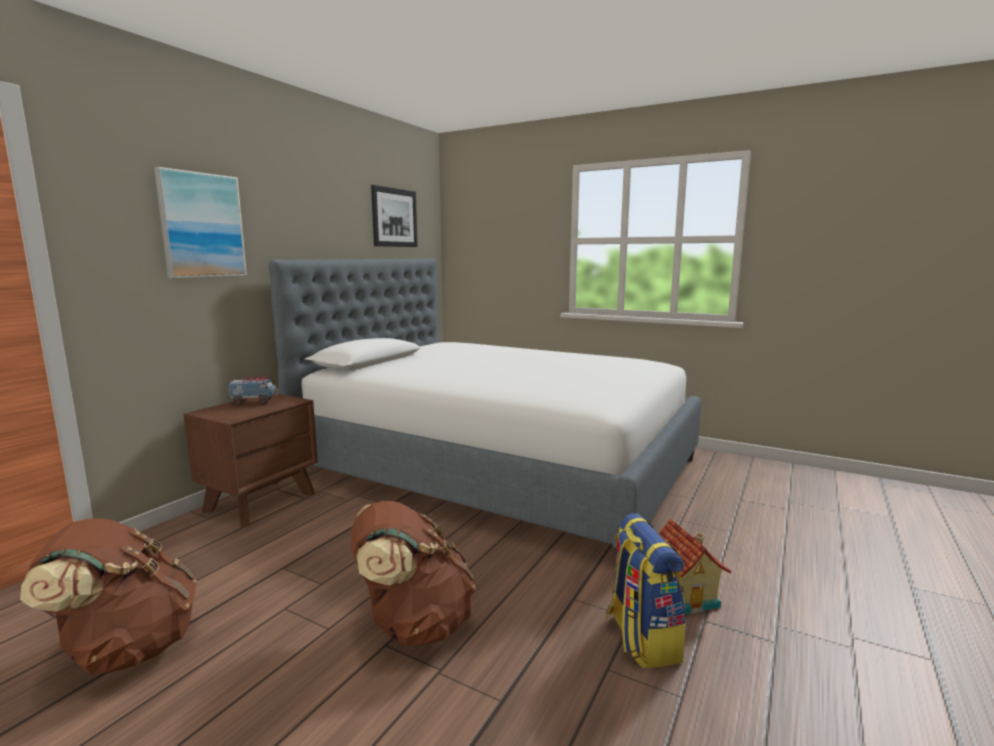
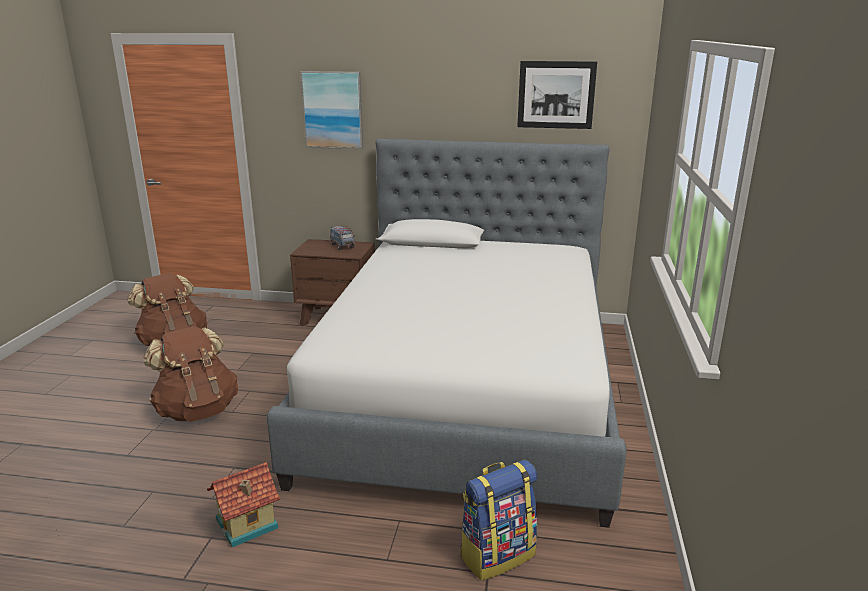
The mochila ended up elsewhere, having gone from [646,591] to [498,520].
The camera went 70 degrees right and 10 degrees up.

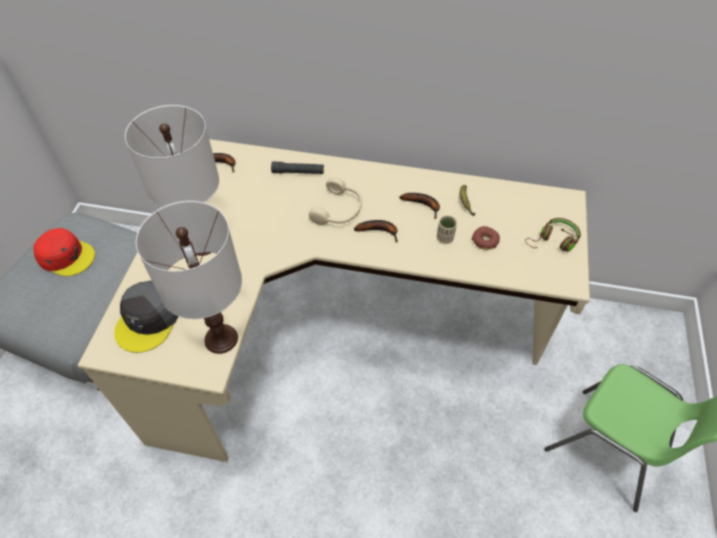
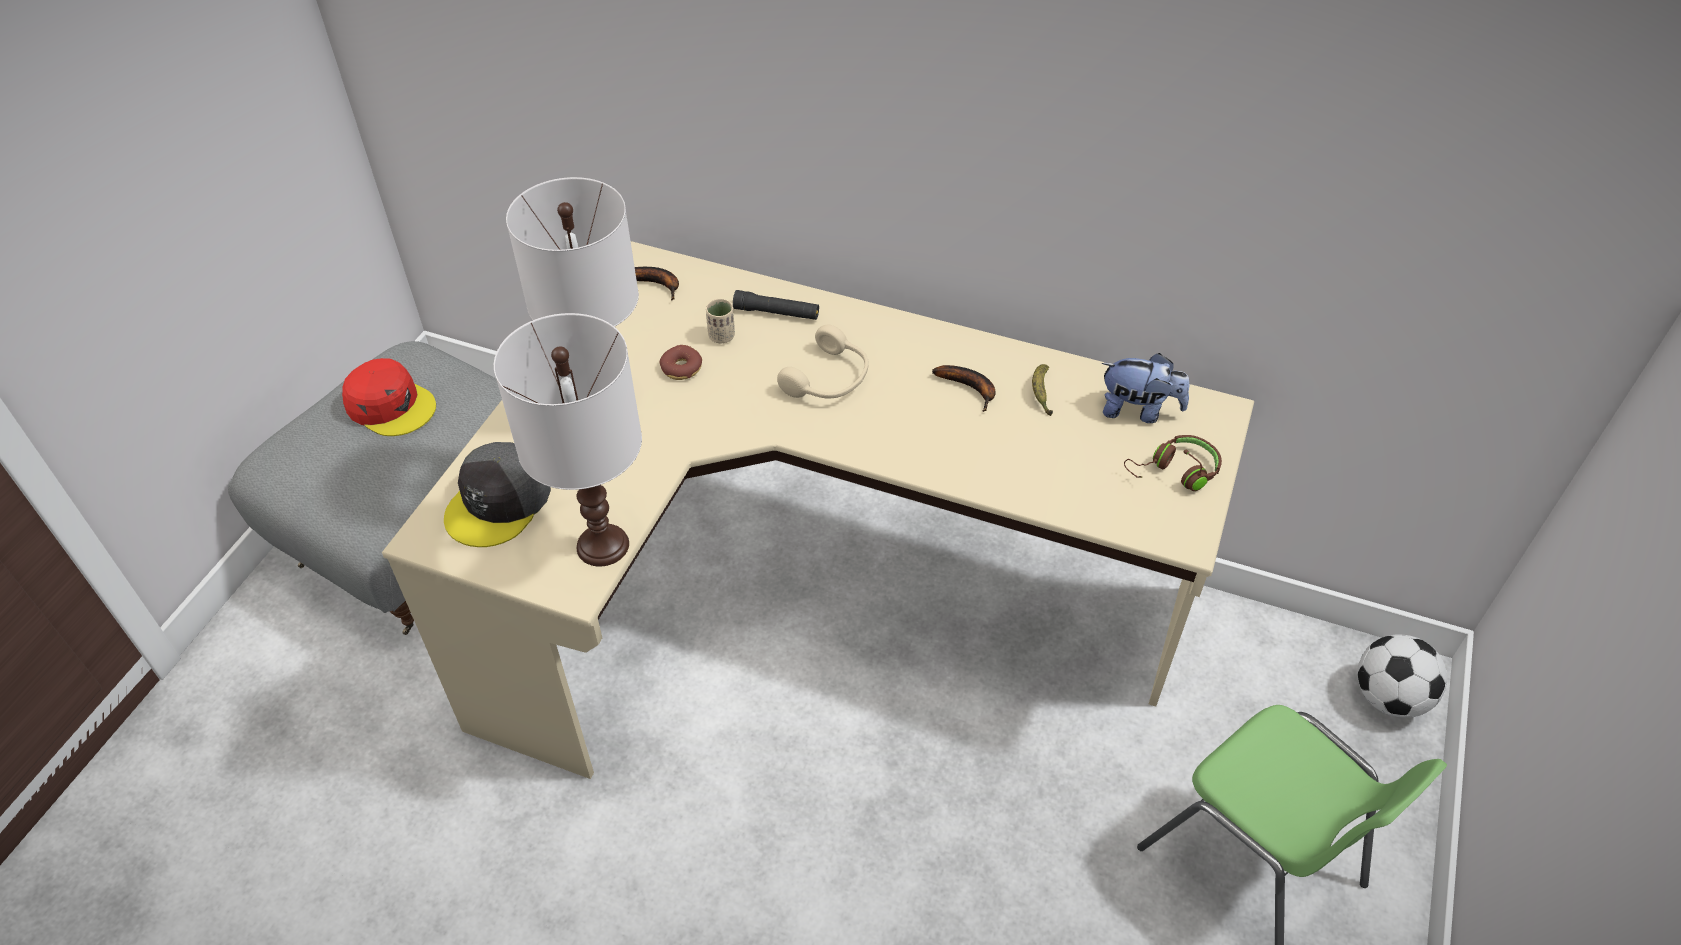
The rosquilla ended up elsewhere, having gone from [486,238] to [681,362].
The taza/beis ended up elsewhere, having gone from [447,229] to [720,321].
The second view gained the peluche at [1146,388].
The second view gained the balón de fútbol at [1402,676].
The second view lost the plátano at [376,231].
The camera went 10 degrees right and 5 degrees down.

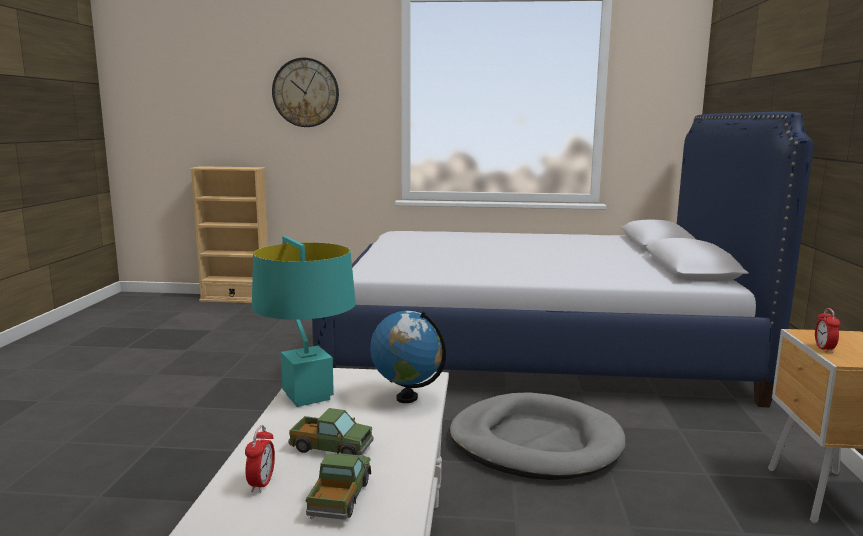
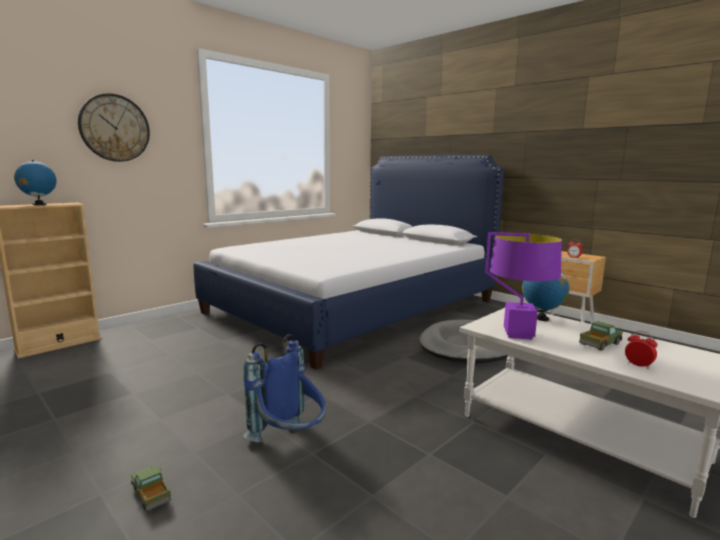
The second view gained the globo terráqueo at [35,182].
The camión de juguete ended up elsewhere, having gone from [338,487] to [151,488].
The second view gained the mochila/azul at [284,388].
What was the lámpara de mesa/turquesa at [304,321] turned into the lámpara de mesa/morado at [523,286].
The camera went 50 degrees left and 0 degrees up.

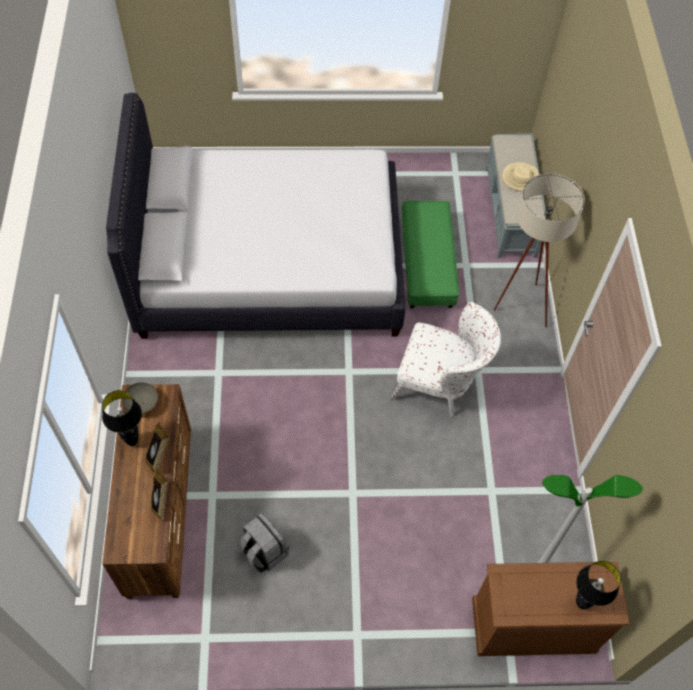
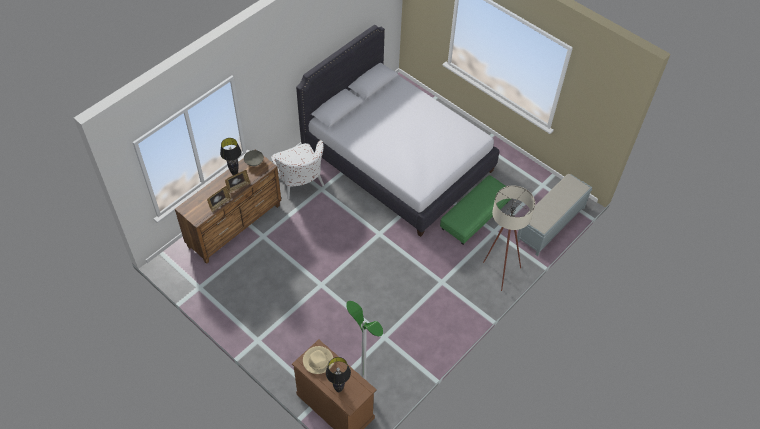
The sillón/blanco ended up elsewhere, having gone from [445,359] to [297,169].
The sombrero/beis ended up elsewhere, having gone from [520,176] to [318,360].
The second view lost the mochila/gris at [263,543].
The camera went 45 degrees right and 5 degrees down.

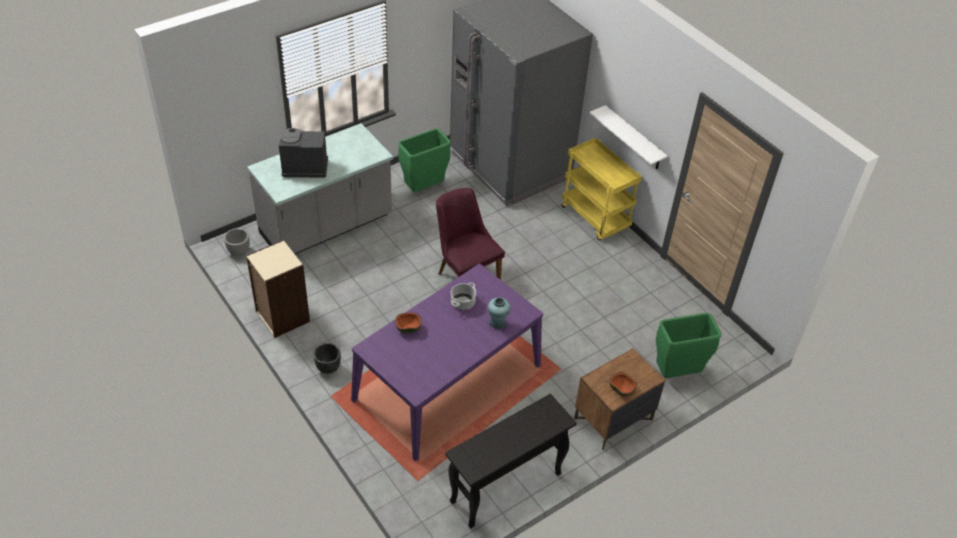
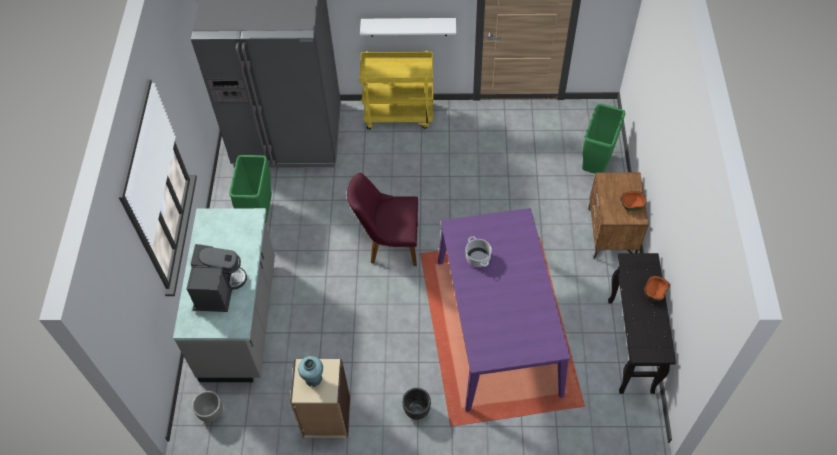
The cafetera at [303,153] ended up facing another way, 150 degrees clockwise from before.
The florero/turquesa ended up elsewhere, having gone from [499,313] to [310,371].
The cuenco ended up elsewhere, having gone from [408,323] to [657,288].
The camera went 50 degrees left and 10 degrees up.

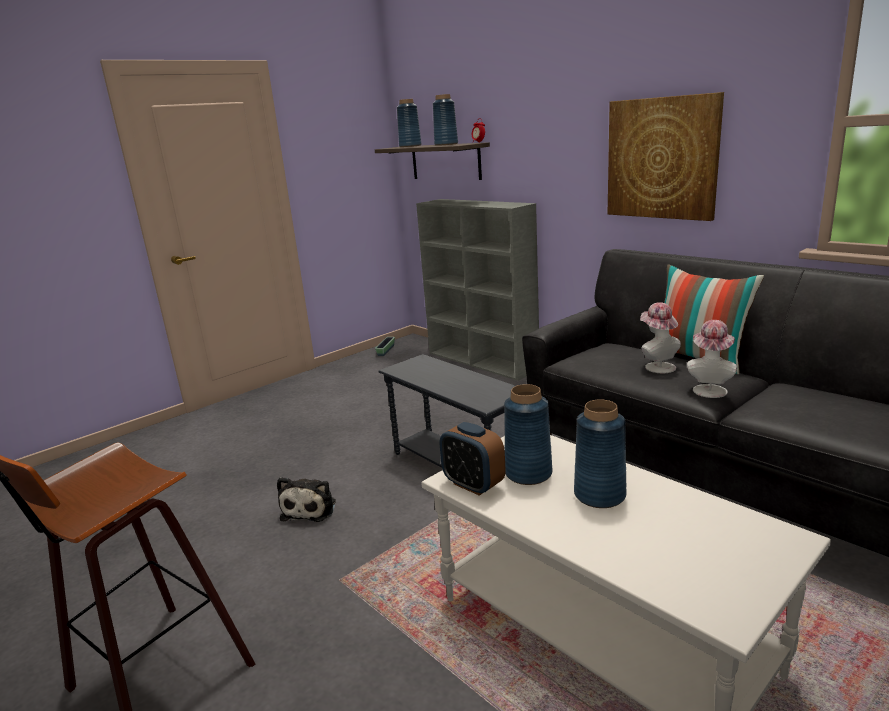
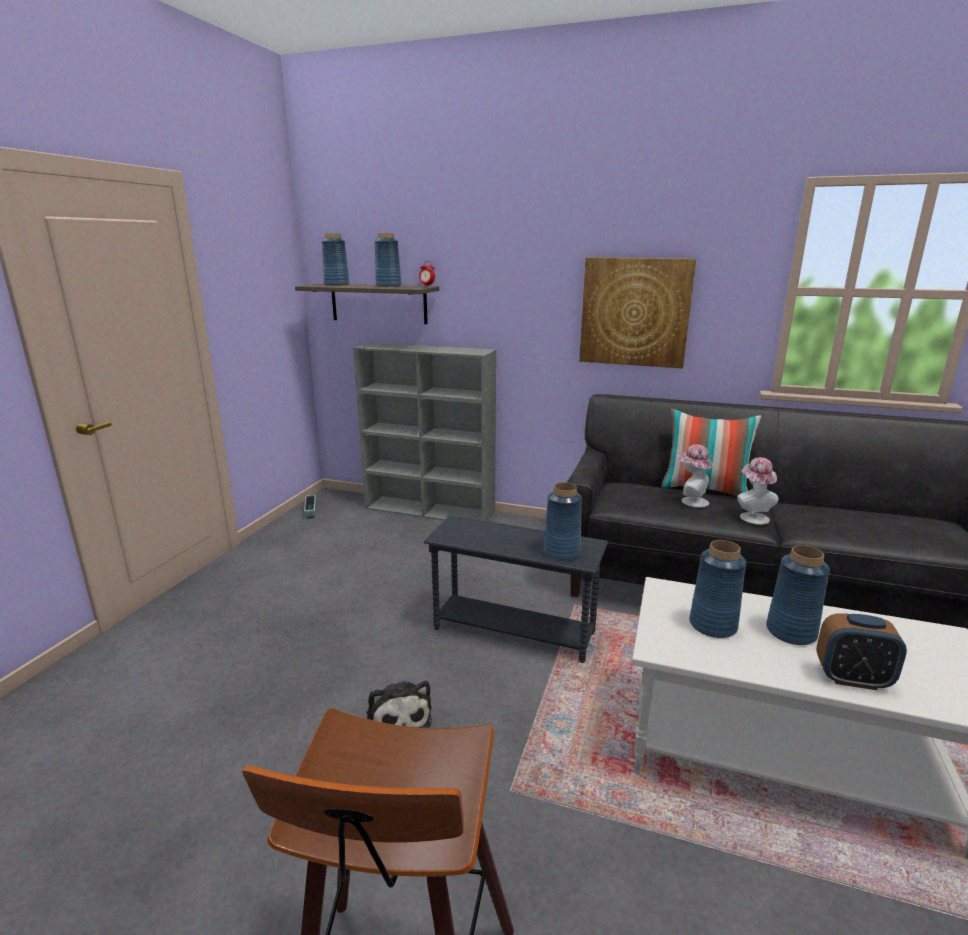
The second view gained the florero/azul at [563,521].
The despertador ended up elsewhere, having gone from [473,459] to [861,652].
The camera went 30 degrees left and 0 degrees up.

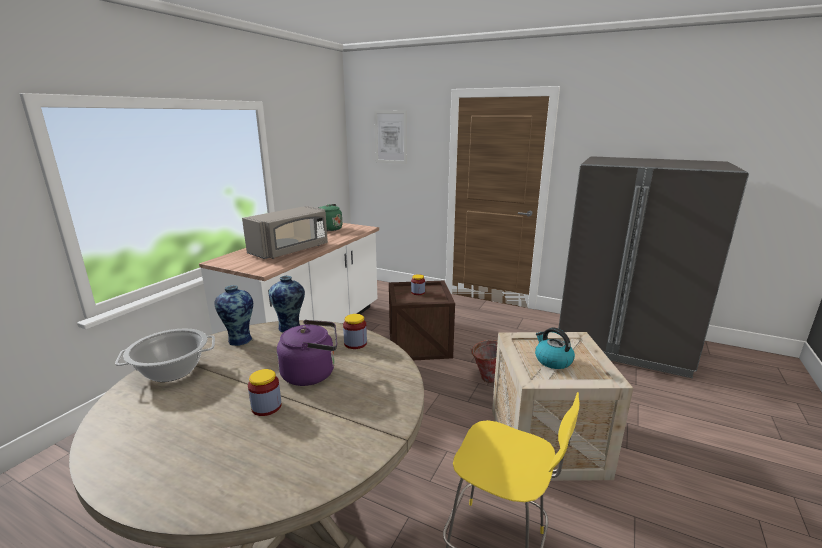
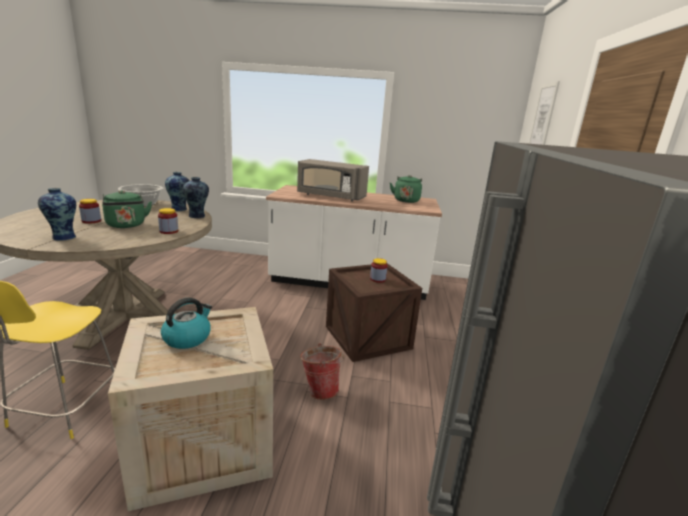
The second view gained the florero at [57,214].
What was the hervidor/morado at [307,353] turned into the hervidor/verde at [127,209].
The camera went 70 degrees right and 0 degrees up.

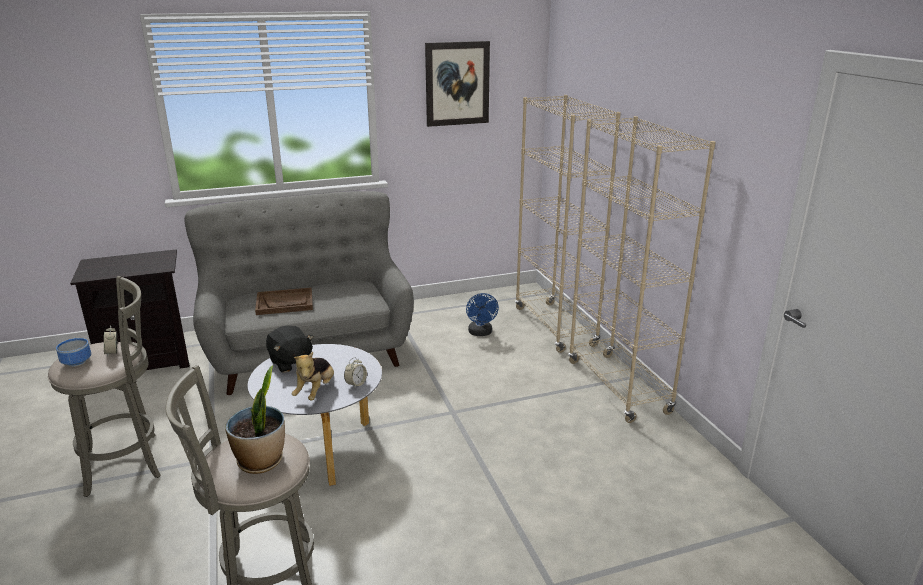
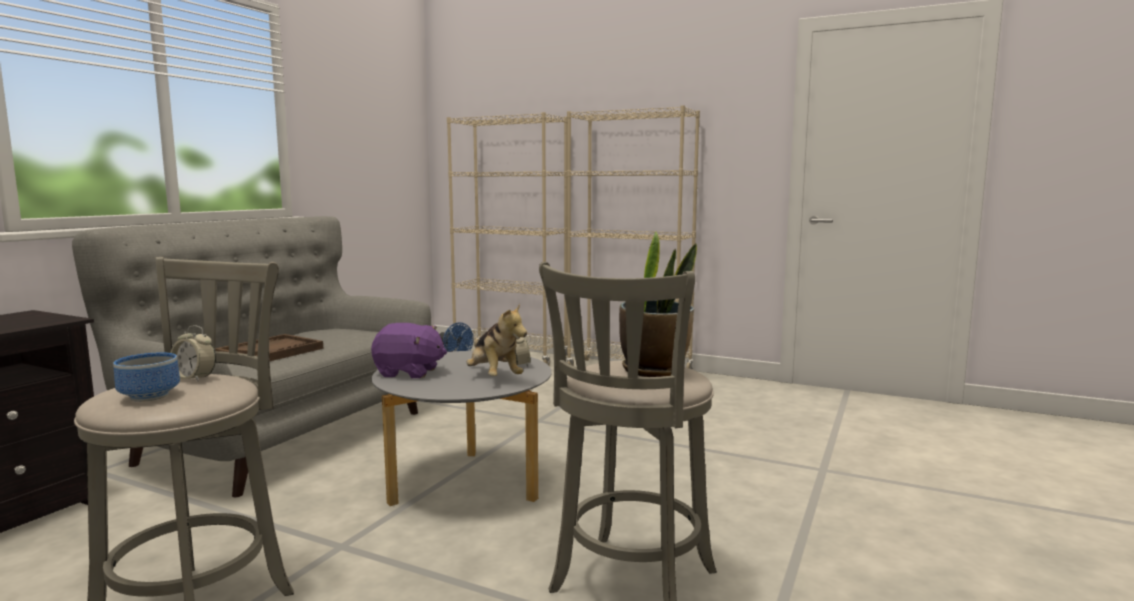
What was the peluche/negro at [290,349] turned into the peluche/morado at [409,350].
The second view lost the cuadro at [457,84].
The camera went 45 degrees left and 15 degrees down.

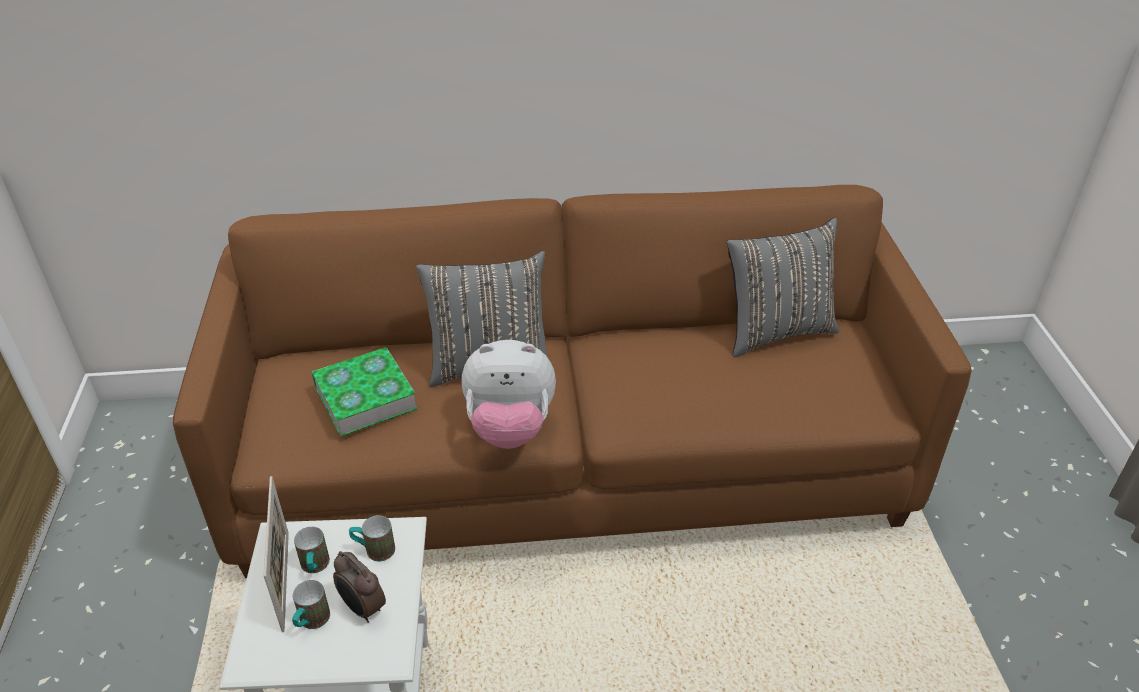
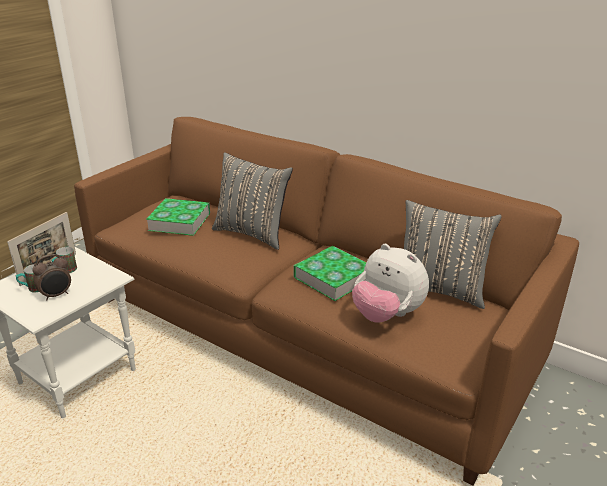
The despertador at [359,587] ended up facing another way, 120 degrees counterclockwise from before.
The second view gained the libro at [330,273].
The peluche ended up elsewhere, having gone from [509,394] to [390,283].
The second view lost the taza grande at [372,538].
The camera went 40 degrees right and 10 degrees down.

